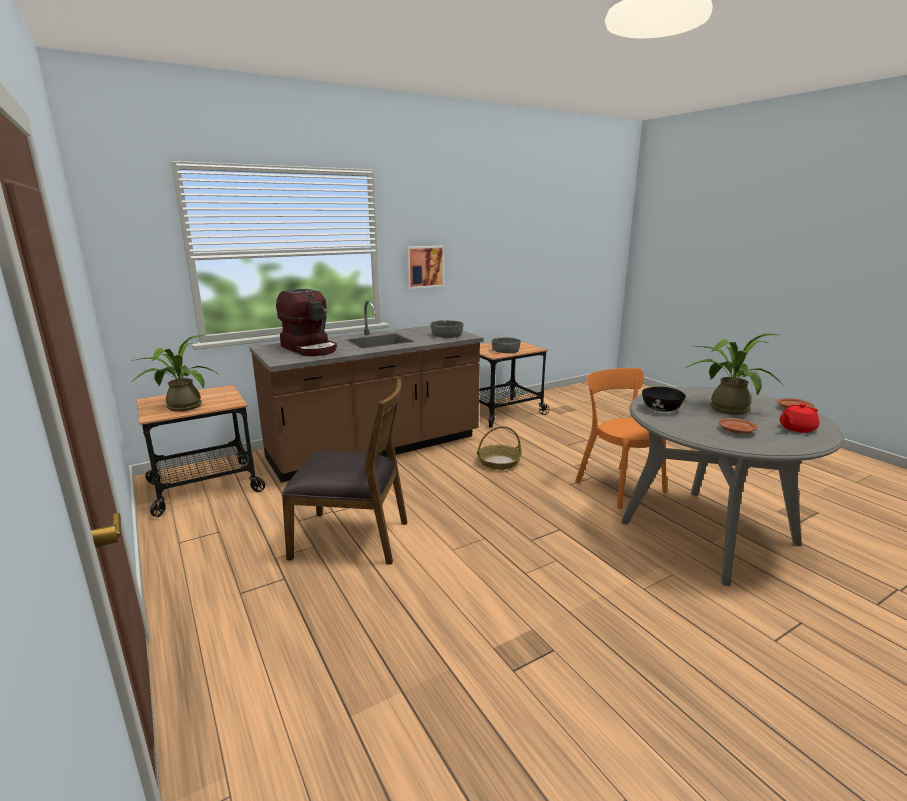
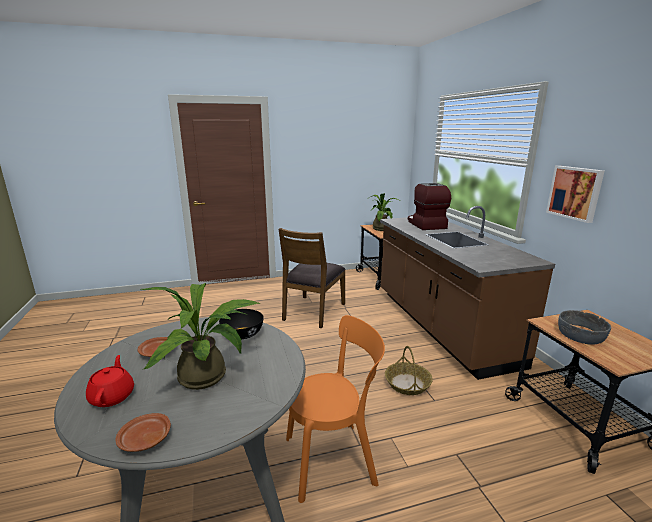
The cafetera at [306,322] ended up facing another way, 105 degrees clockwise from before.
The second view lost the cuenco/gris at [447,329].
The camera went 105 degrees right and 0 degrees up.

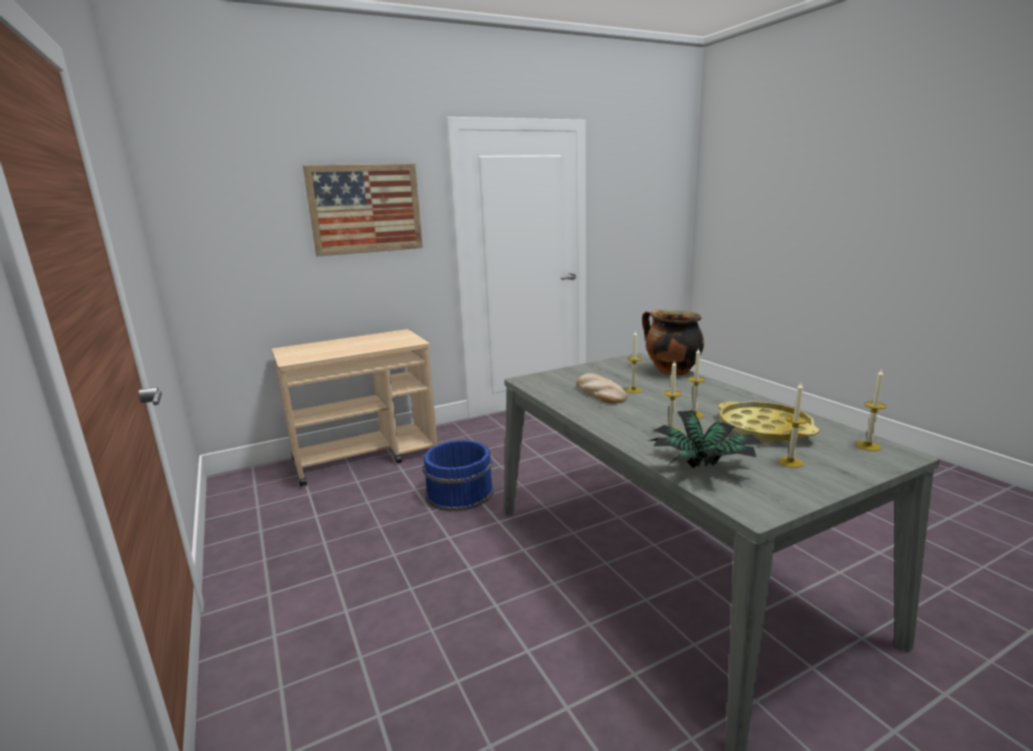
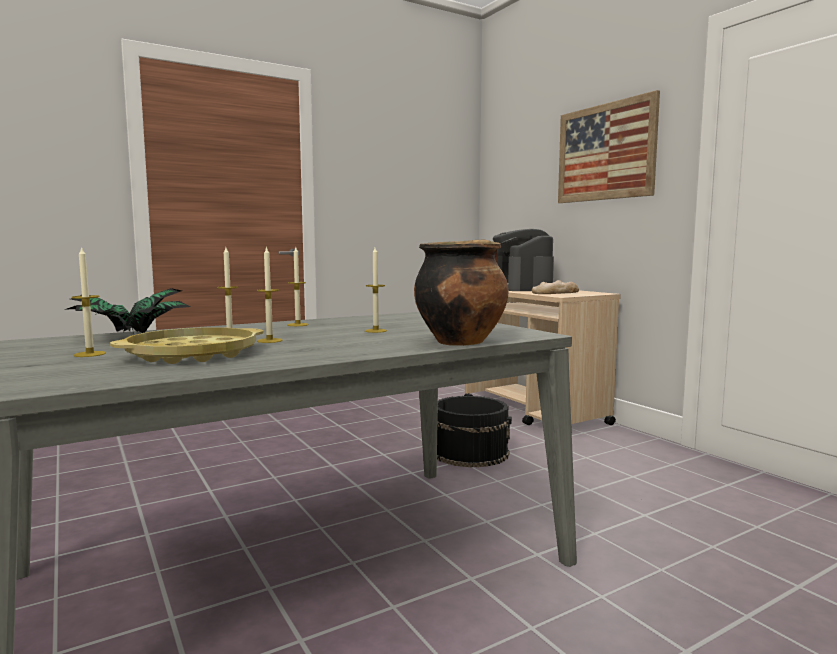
The vela ended up elsewhere, having gone from [871,409] to [298,286].
What was the cubo/azul at [458,476] turned into the cubo/negro at [474,432].
The second view gained the cafetera at [523,260].
The pan ended up elsewhere, having gone from [601,388] to [555,287].
The camera went 85 degrees right and 10 degrees down.

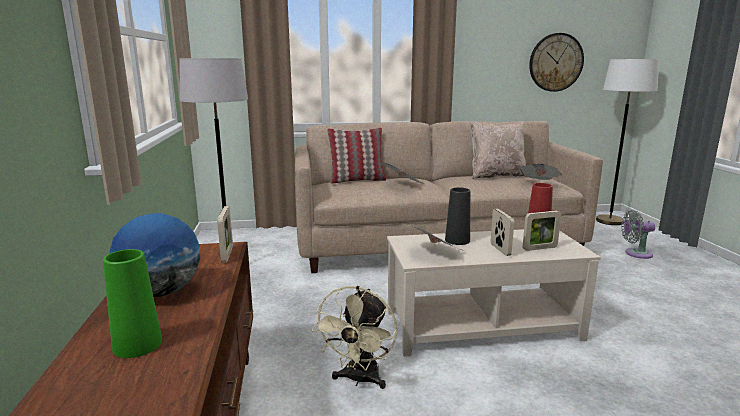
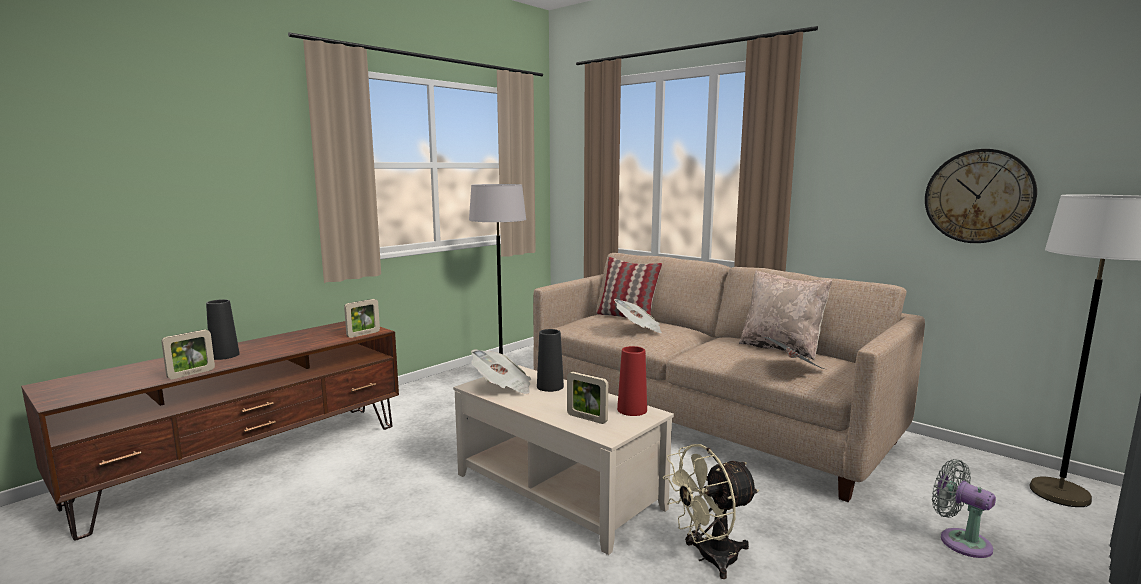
The portarretratos ended up elsewhere, having gone from [502,232] to [188,354].
What was the florero/verde at [132,303] turned into the florero/negro at [223,329].
The ventilador/beis ended up elsewhere, having gone from [354,337] to [711,511].
The second view lost the globo terráqueo at [154,255].
The camera went 50 degrees right and 5 degrees down.

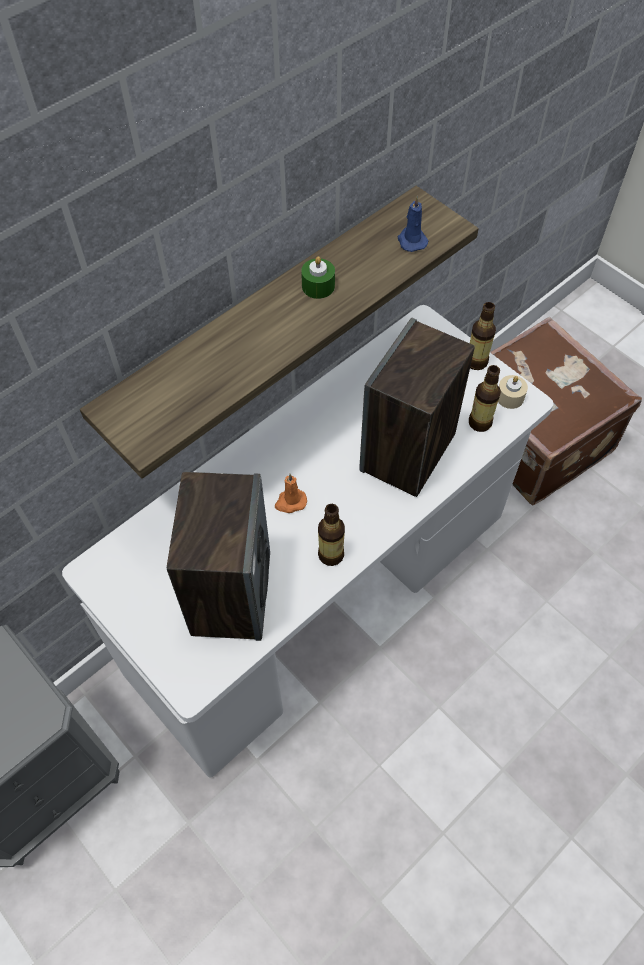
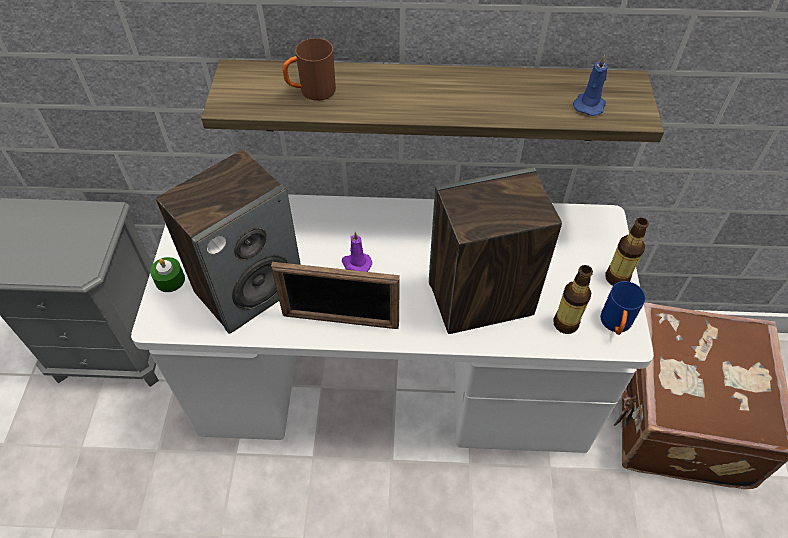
The vela/verde ended up elsewhere, having gone from [318,277] to [167,274].
Where the botella stood at [331,535], the portarretratos came to stand at [335,295].
The second view gained the taza grande/marrón at [309,69].
What was the vela/naranja at [291,493] turned into the vela/morado at [357,252].
Where the vela/beis stood at [513,392], the taza grande/azul came to stand at [622,308].
The camera went 45 degrees right and 5 degrees down.

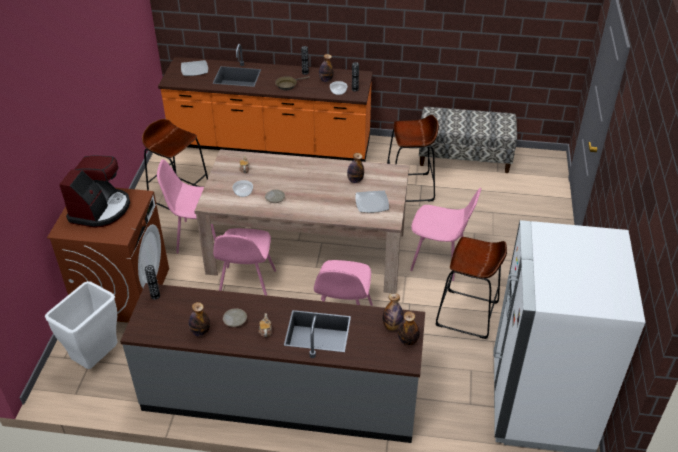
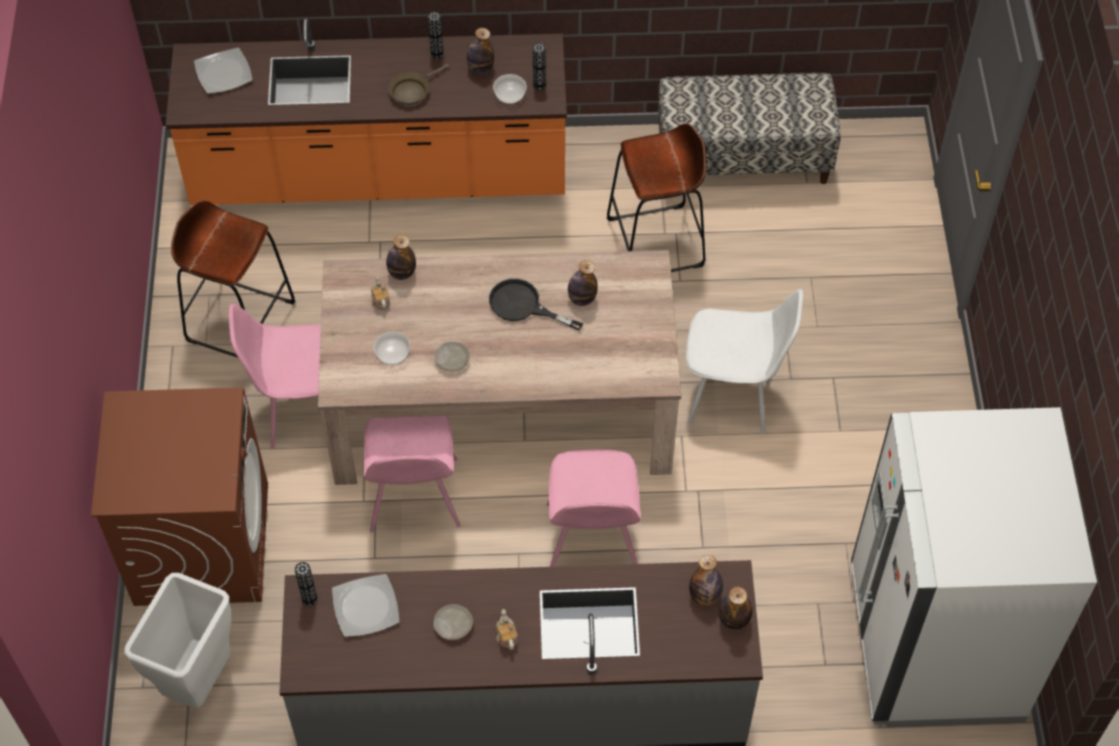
The plato ended up elsewhere, having gone from [372,202] to [366,605].
The botella ended up elsewhere, having gone from [199,319] to [401,257].
The second view gained the sartén/negro at [536,305].
What was the silla/rosa at [445,234] turned into the silla/blanco at [744,361].
The second view lost the cafetera at [94,191].
The second view lost the taburete/marrón at [471,288].
The camera went 10 degrees left and 15 degrees up.

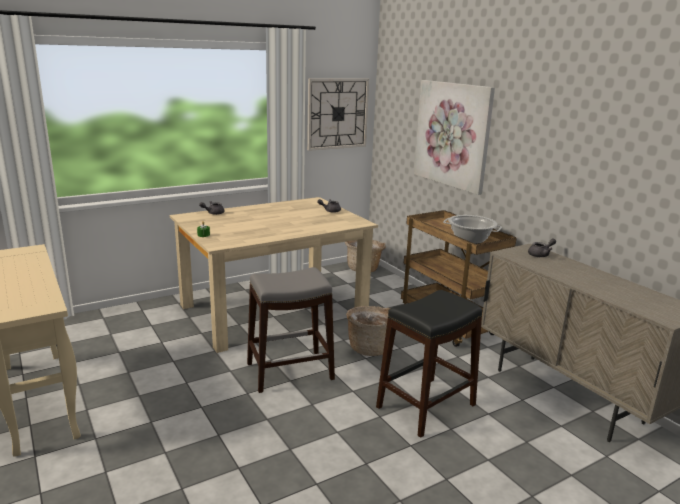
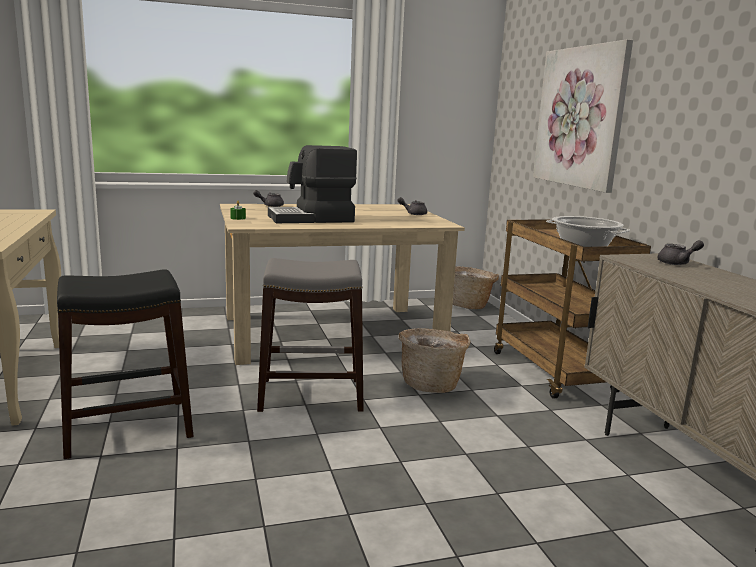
The taburete/negro ended up elsewhere, having gone from [429,364] to [125,364].
The second view gained the cafetera at [312,184].
The second view lost the reloj de pared at [338,115].
The camera went 15 degrees right and 5 degrees down.

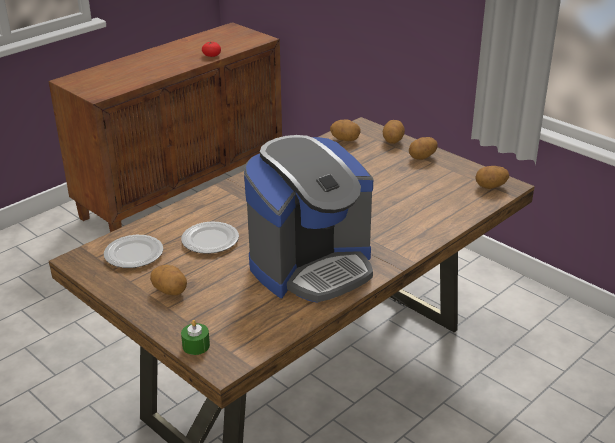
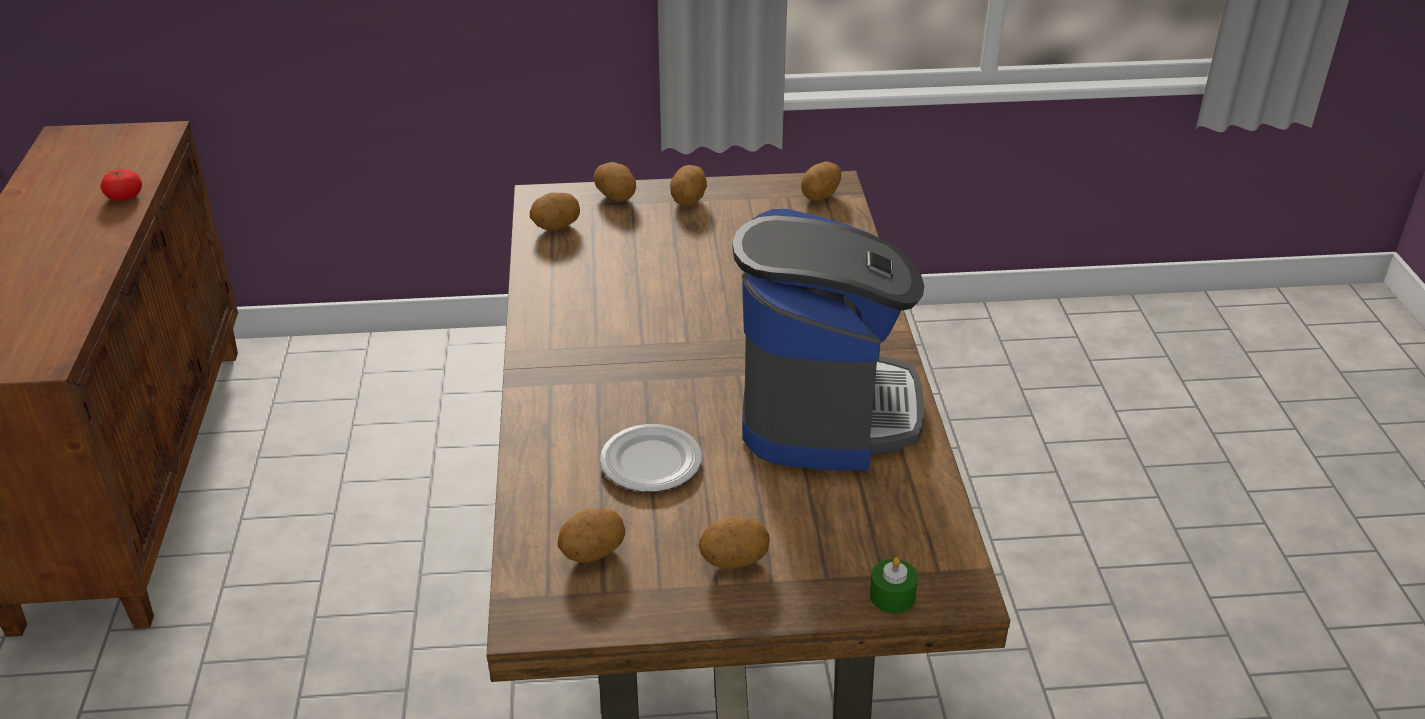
Where the plato stood at [133,251], the patata came to stand at [591,536].
The camera went 50 degrees left and 5 degrees up.

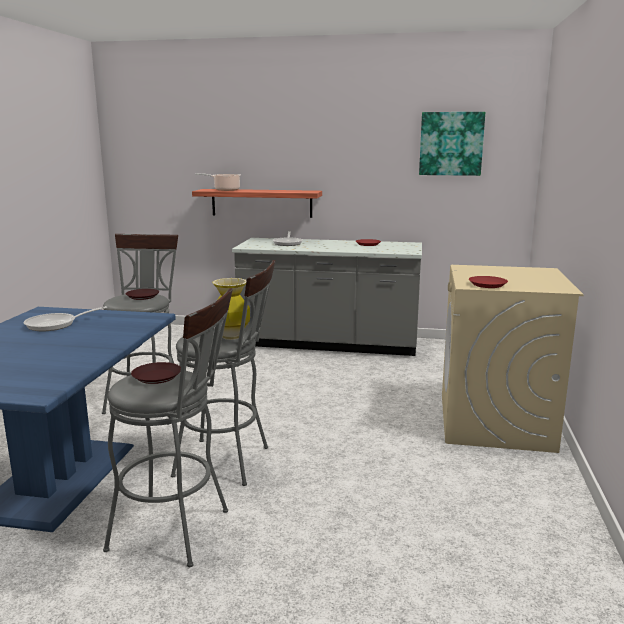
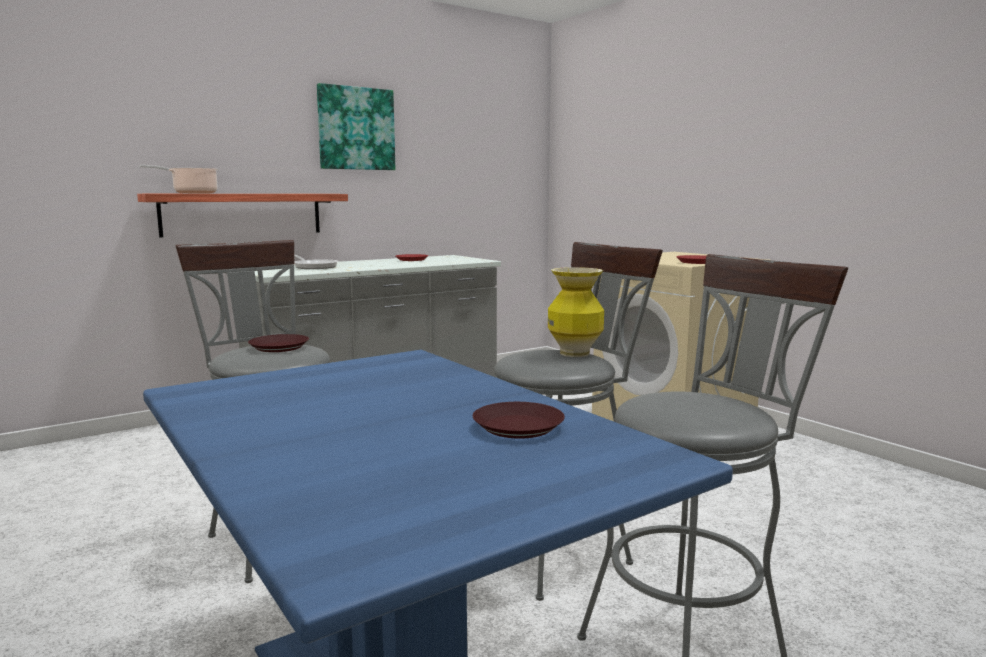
The cuadro ended up elsewhere, having gone from [452,144] to [356,126].
The plato/marrón ended up elsewhere, having gone from [156,373] to [519,420].
The second view lost the sartén at [65,318].
The camera went 45 degrees left and 5 degrees down.

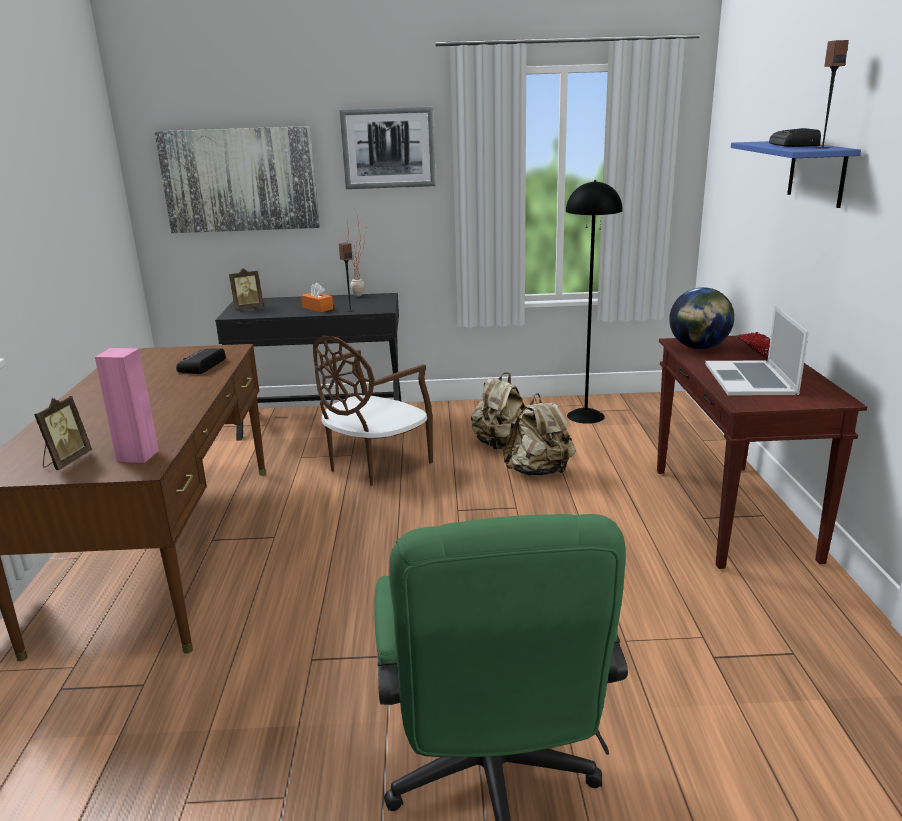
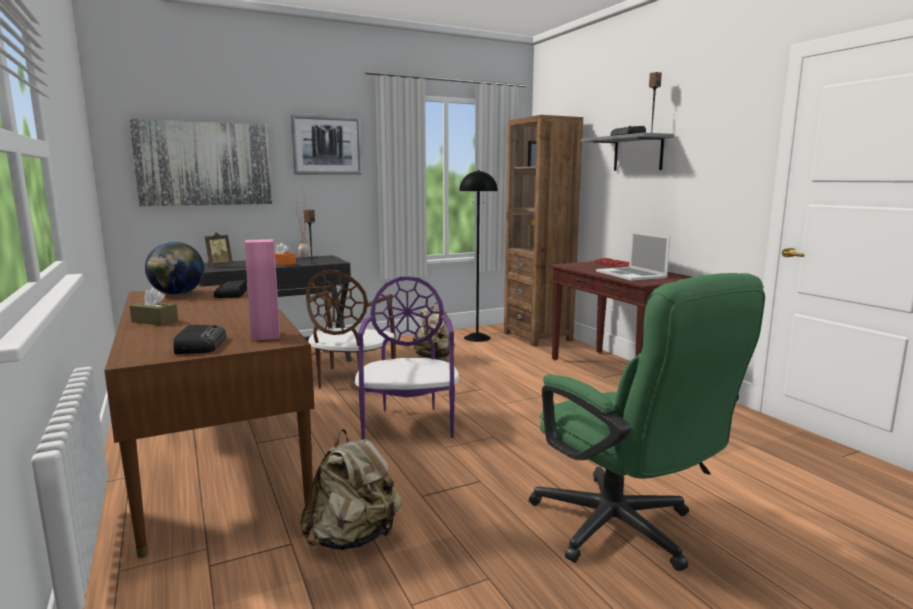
The second view gained the caja de pañuelos/marrón at [154,307].
The globo terráqueo ended up elsewhere, having gone from [701,318] to [174,268].
Where the portarretratos stood at [63,433], the radio came to stand at [199,339].
The mochila/beis ended up elsewhere, having gone from [539,434] to [350,489].
The second view gained the silla/morado at [407,358].
The second view gained the estantería/marrón at [543,231].
What was the estante/azul at [796,174] turned into the estante/gris at [627,152].
The camera went 25 degrees left and 10 degrees down.

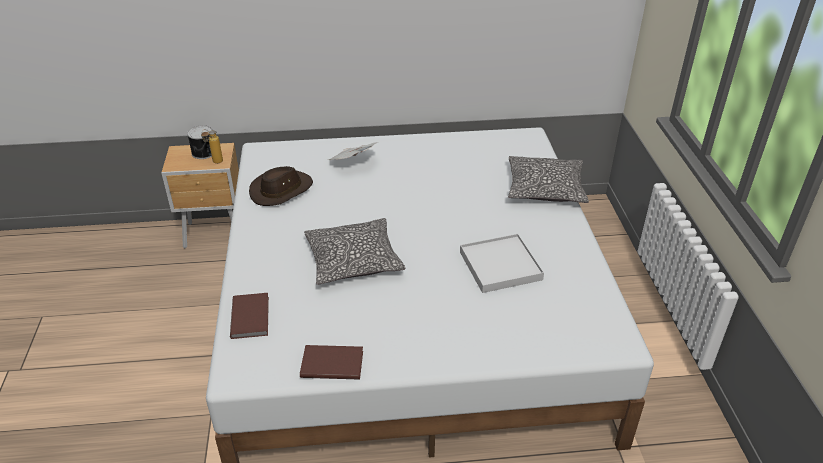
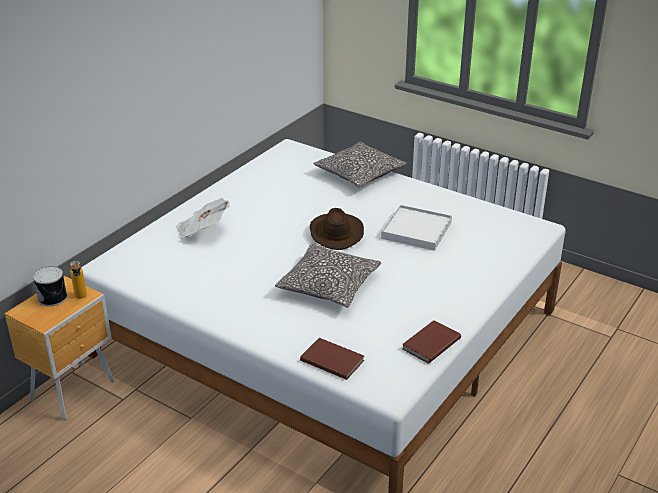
The sombrero/marrón ended up elsewhere, having gone from [281,186] to [337,229].
The camera went 50 degrees left and 5 degrees down.

